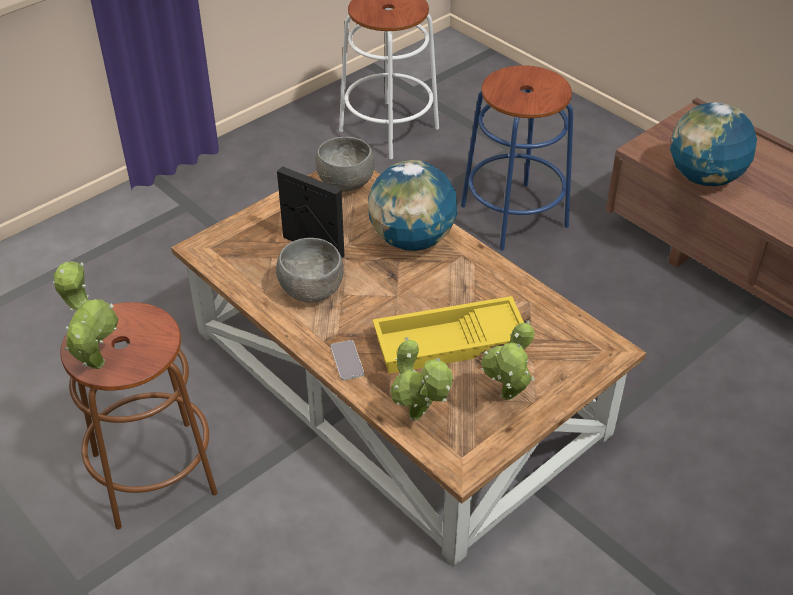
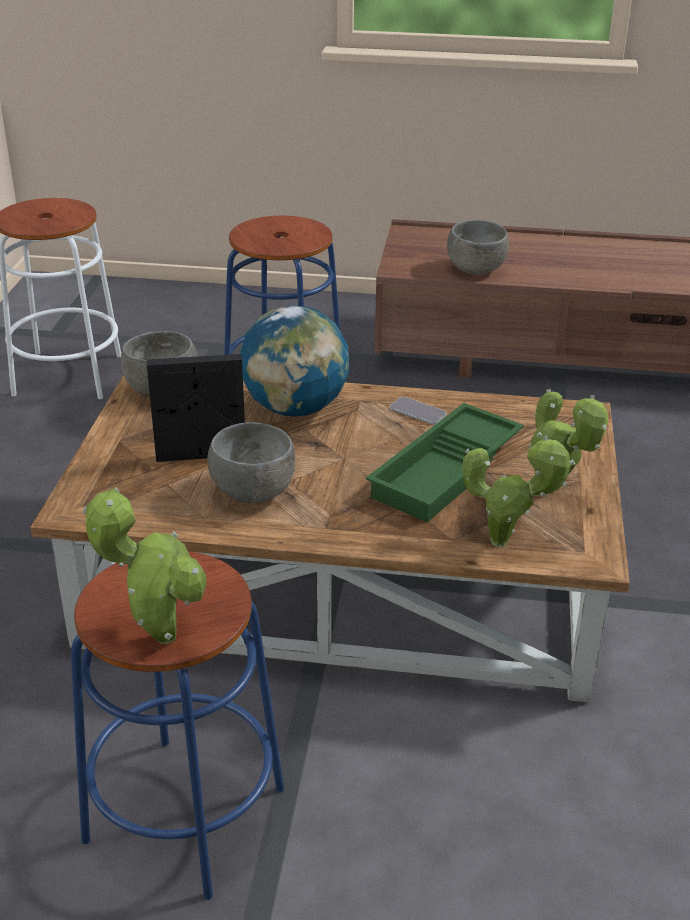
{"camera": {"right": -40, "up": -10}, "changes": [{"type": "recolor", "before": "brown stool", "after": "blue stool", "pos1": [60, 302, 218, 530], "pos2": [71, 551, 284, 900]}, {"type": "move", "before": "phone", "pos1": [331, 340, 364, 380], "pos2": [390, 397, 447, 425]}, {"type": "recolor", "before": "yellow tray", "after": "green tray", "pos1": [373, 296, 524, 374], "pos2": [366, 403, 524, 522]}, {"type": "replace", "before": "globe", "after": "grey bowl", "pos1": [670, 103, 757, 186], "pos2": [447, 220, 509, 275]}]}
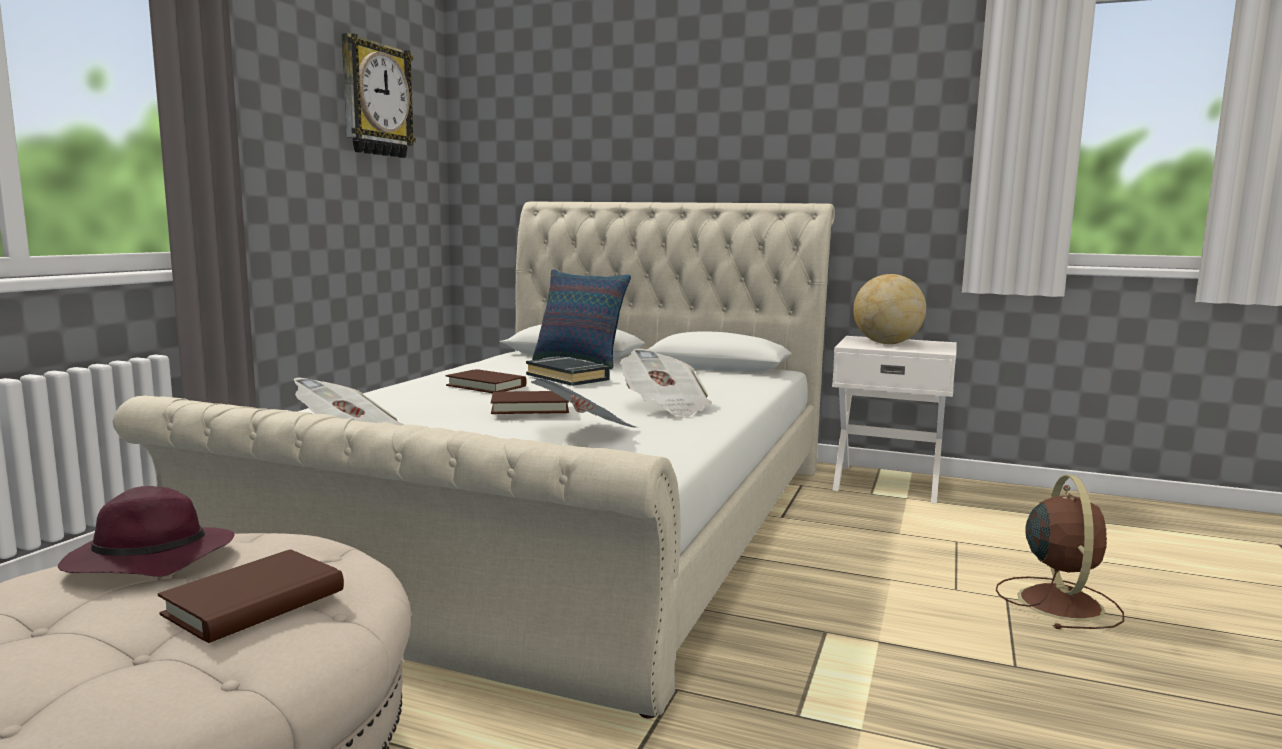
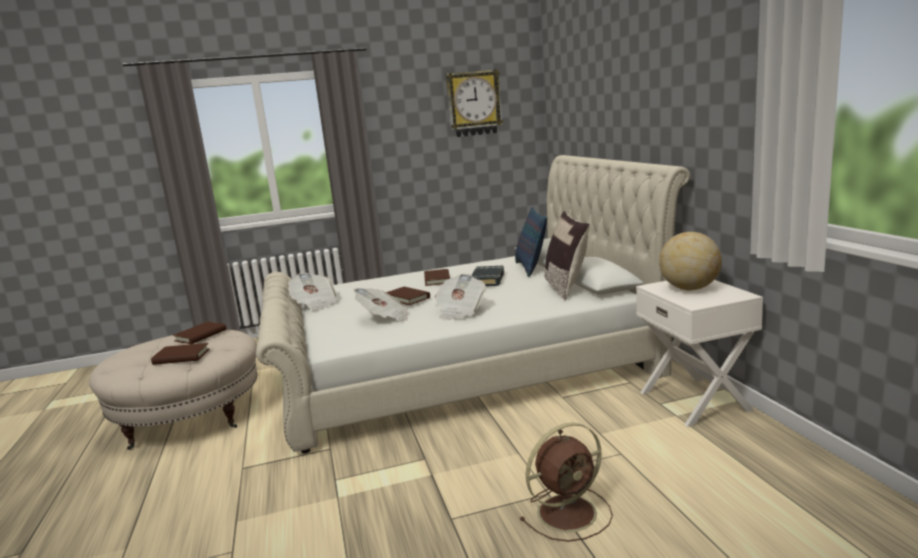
{"camera": {"right": 55, "up": 5}, "changes": [{"type": "replace", "before": "purple hat", "after": "brown book", "pos1": [58, 486, 235, 577], "pos2": [173, 322, 226, 344]}, {"type": "insert", "after": "pillow", "pos2": [544, 211, 590, 301]}]}
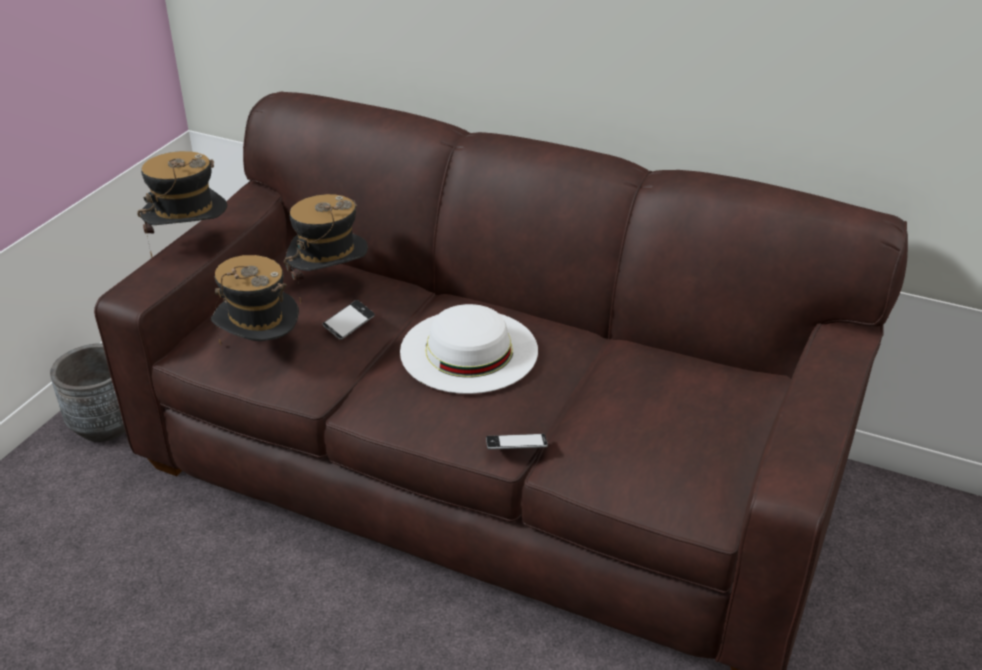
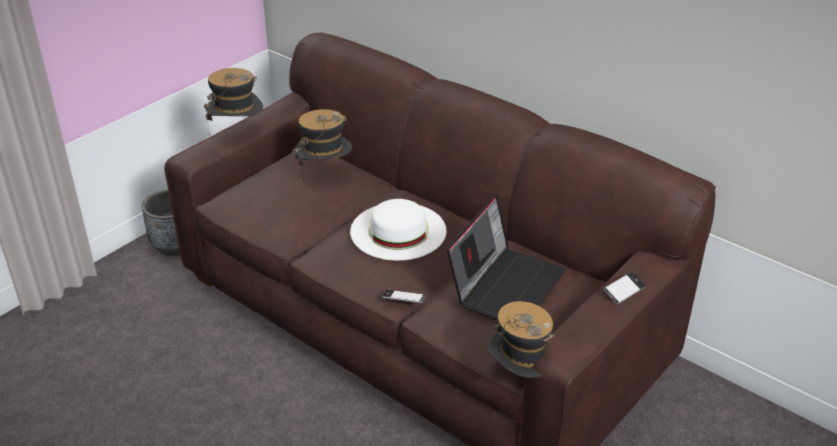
{"camera": {"right": 15, "up": 0}, "changes": [{"type": "move", "before": "hat", "pos1": [211, 255, 299, 345], "pos2": [487, 301, 555, 378]}, {"type": "move", "before": "phone", "pos1": [322, 300, 375, 340], "pos2": [604, 271, 646, 304]}, {"type": "insert", "after": "laptop", "pos2": [447, 194, 566, 320]}]}
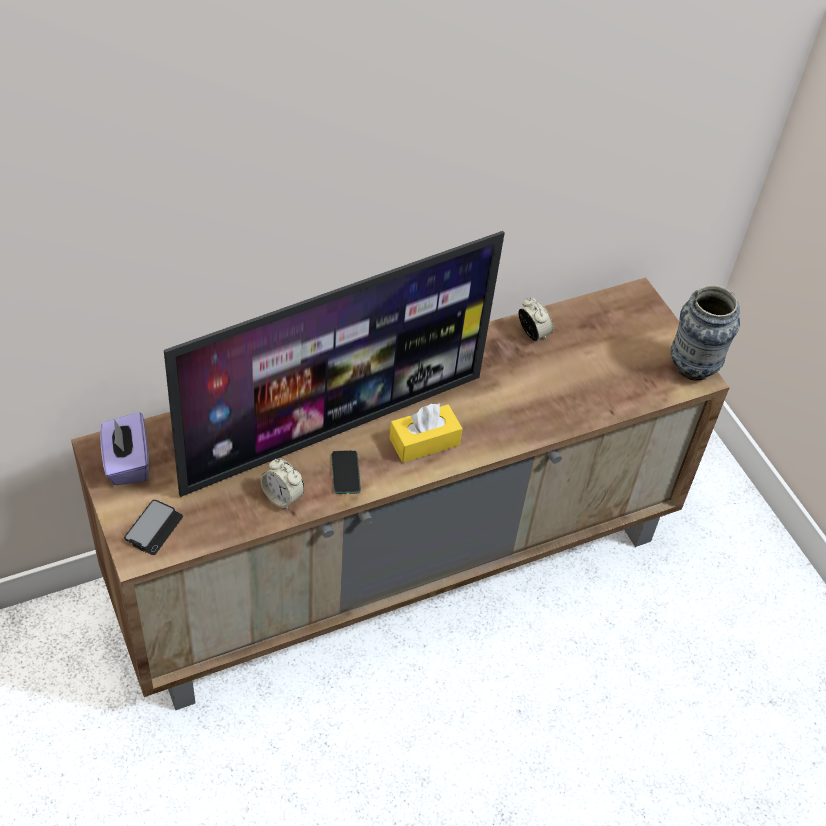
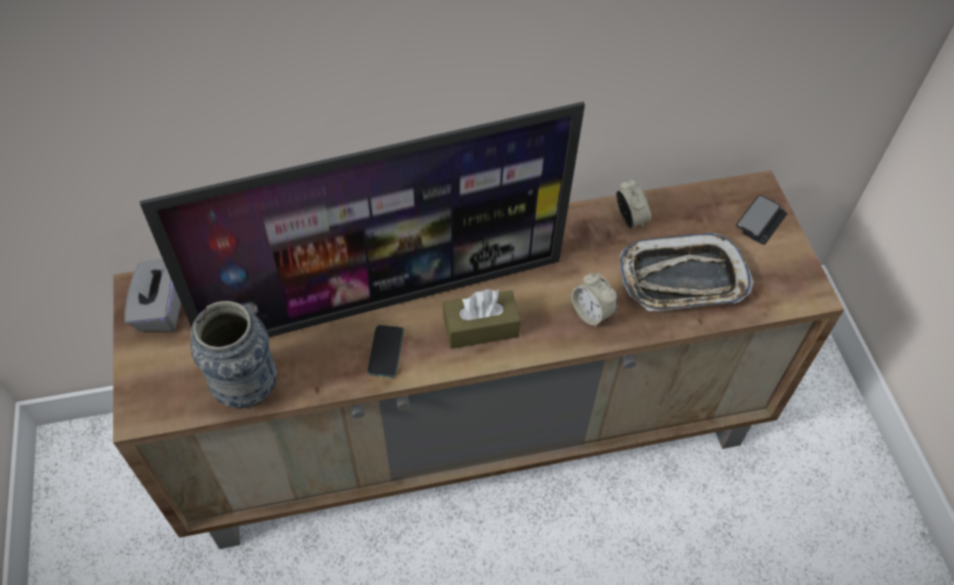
{"camera": {"right": 15, "up": 5}, "changes": [{"type": "recolor", "before": "purple tissue box", "after": "grey tissue box", "pos1": [100, 412, 149, 485], "pos2": [124, 259, 181, 332]}, {"type": "move", "before": "phone", "pos1": [124, 500, 183, 555], "pos2": [736, 195, 787, 245]}, {"type": "move", "before": "alarm clock", "pos1": [261, 458, 304, 510], "pos2": [571, 273, 617, 327]}, {"type": "recolor", "before": "yellow tissue box", "after": "brown tissue box", "pos1": [389, 403, 462, 463], "pos2": [443, 289, 521, 349]}, {"type": "move", "before": "vase", "pos1": [671, 285, 740, 380], "pos2": [191, 301, 277, 408]}, {"type": "insert", "after": "tray", "pos2": [620, 233, 754, 311]}]}
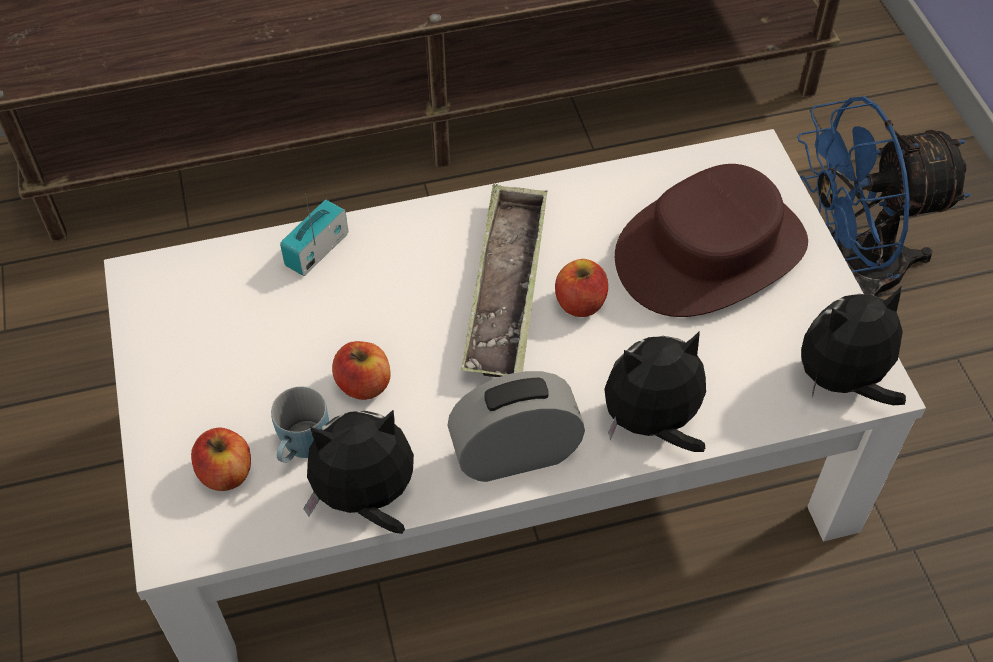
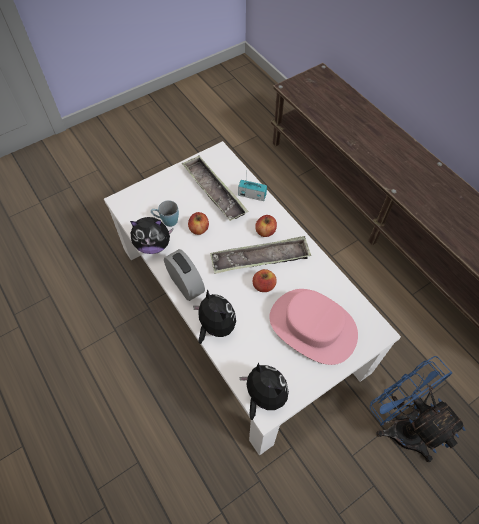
{"camera": {"right": 70, "up": 5}, "changes": [{"type": "move", "before": "apple", "pos1": [191, 427, 251, 491], "pos2": [255, 215, 277, 237]}, {"type": "rotate", "before": "plush toy", "pos1": [303, 410, 414, 534], "pos2": [130, 217, 173, 254], "turn": 120}, {"type": "recolor", "before": "brown hat", "after": "pink hat", "pos1": [615, 164, 808, 317], "pos2": [269, 289, 358, 365]}, {"type": "insert", "after": "tray", "pos2": [182, 156, 248, 221]}]}
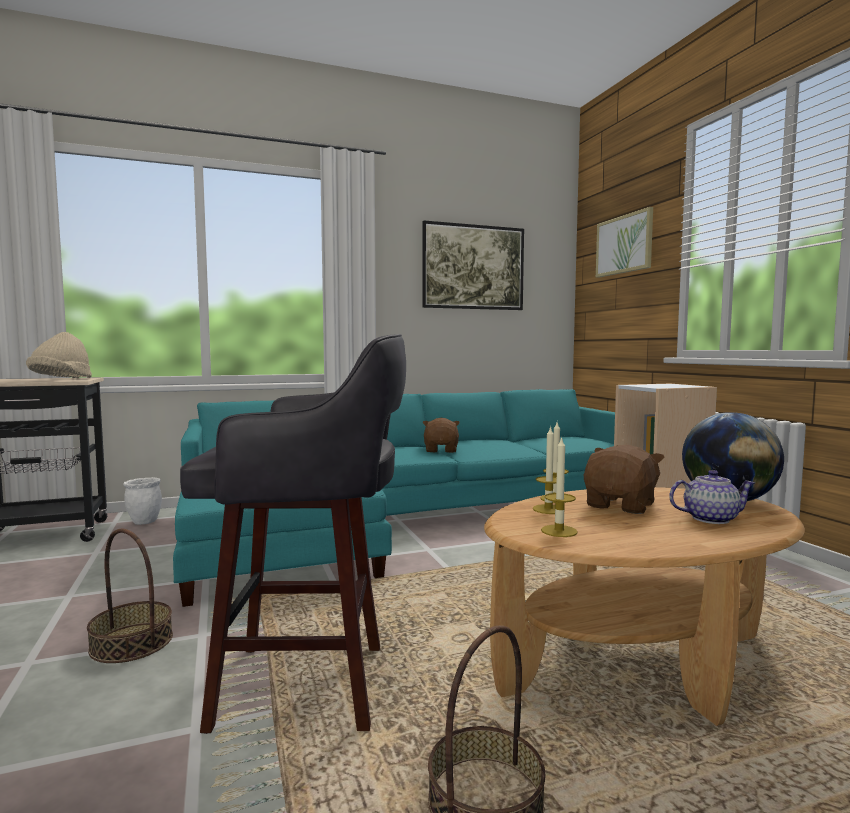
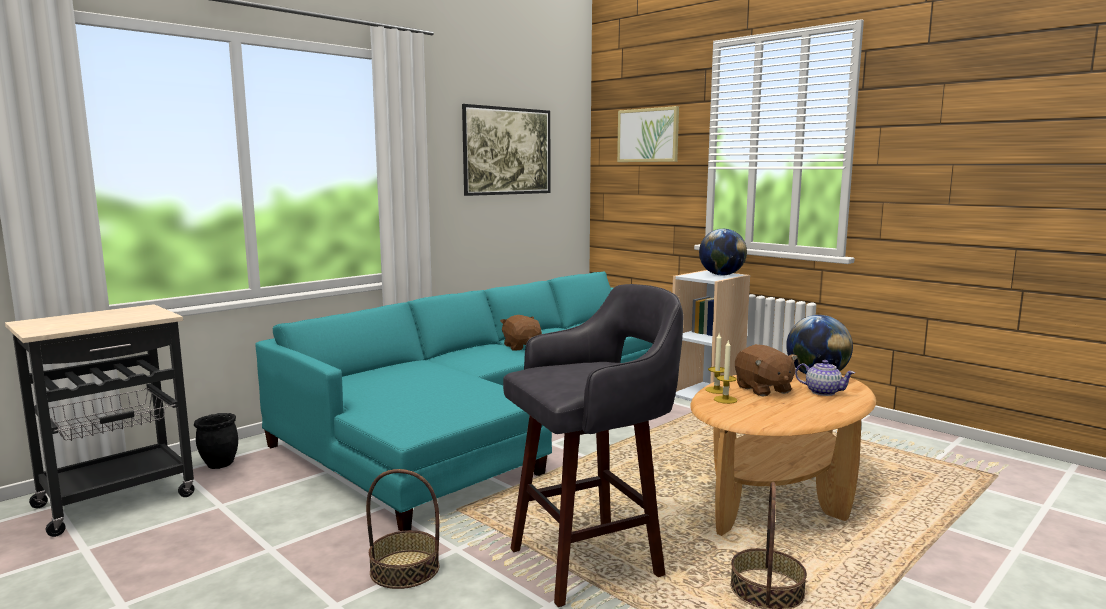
{"camera": {"right": -25, "up": 5}, "changes": [{"type": "delete", "before": "beige hat", "pos1": [26, 332, 92, 378]}, {"type": "recolor", "before": "white planter", "after": "black planter", "pos1": [123, 477, 162, 525], "pos2": [194, 413, 238, 469]}, {"type": "delete", "before": "candle", "pos1": [541, 436, 578, 537]}, {"type": "rotate", "before": "brown plush toy", "pos1": [584, 445, 665, 514], "pos2": [735, 344, 798, 396], "turn": 150}, {"type": "rotate", "before": "teapot", "pos1": [669, 470, 755, 524], "pos2": [795, 360, 855, 396], "turn": 60}, {"type": "insert", "after": "globe", "pos2": [699, 229, 747, 276]}]}
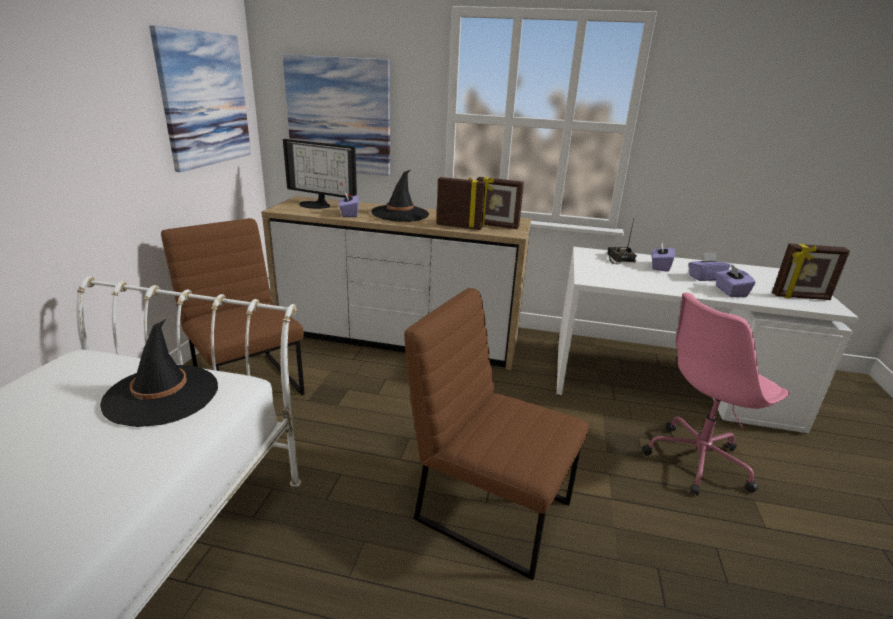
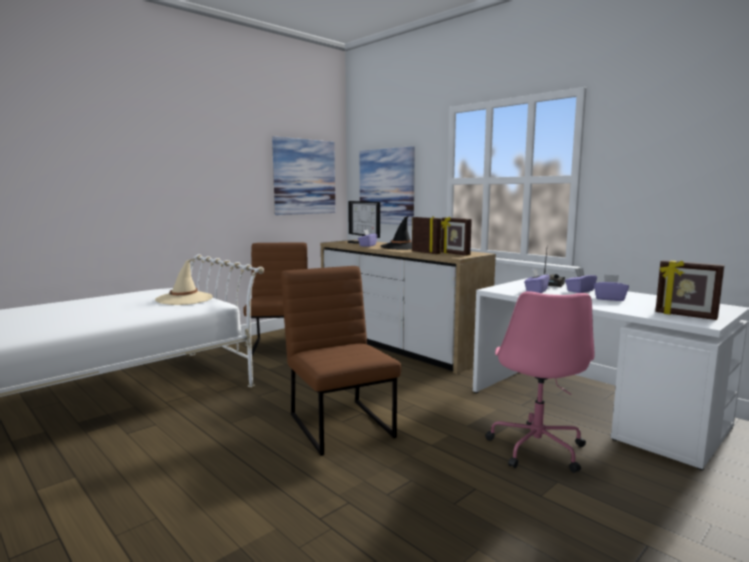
{"camera": {"right": 35, "up": -15}, "changes": [{"type": "recolor", "before": "black hat", "after": "beige hat", "pos1": [100, 319, 218, 427], "pos2": [155, 259, 213, 305]}, {"type": "rotate", "before": "pink office chair", "pos1": [642, 293, 790, 496], "pos2": [485, 291, 595, 473], "turn": -90}, {"type": "move", "before": "purple tissue box", "pos1": [715, 264, 756, 297], "pos2": [524, 268, 550, 293]}]}
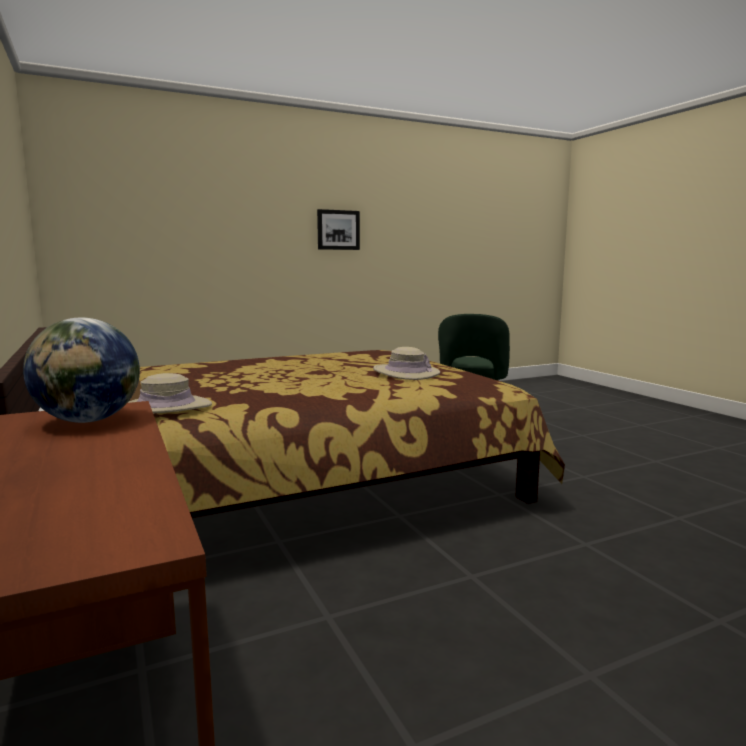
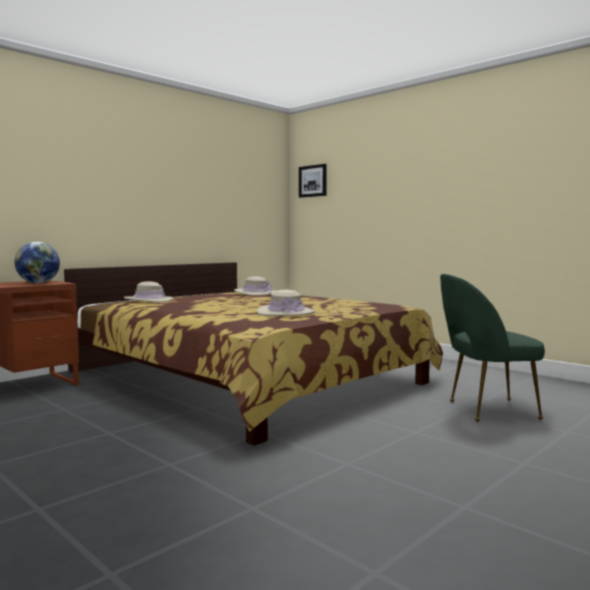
{"camera": {"right": 70, "up": -5}, "changes": [{"type": "move", "before": "picture", "pos1": [317, 209, 360, 250], "pos2": [299, 164, 327, 198]}, {"type": "insert", "after": "beige hat", "pos2": [234, 276, 275, 296]}]}
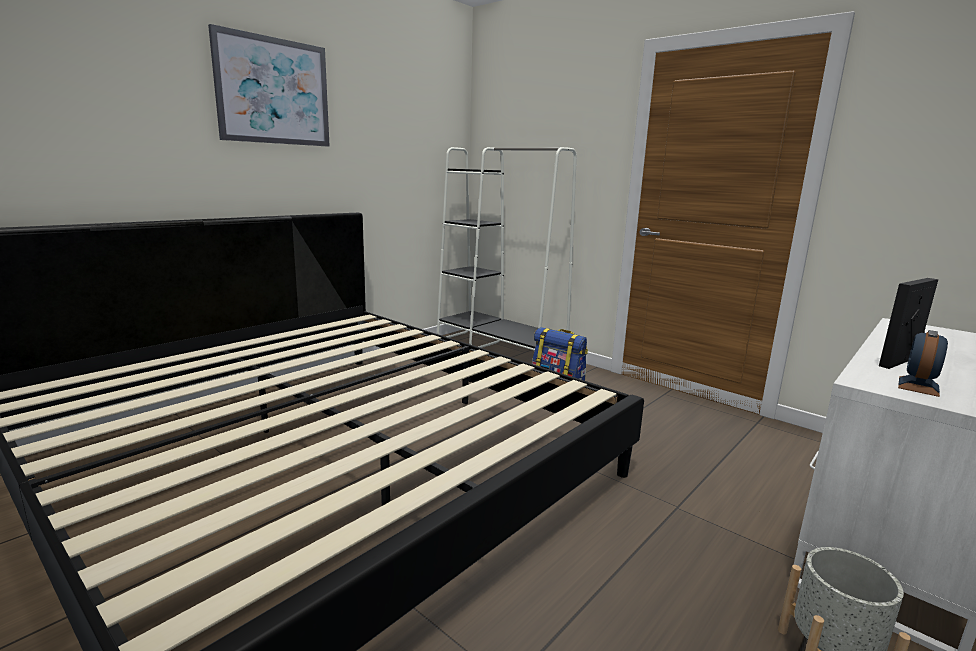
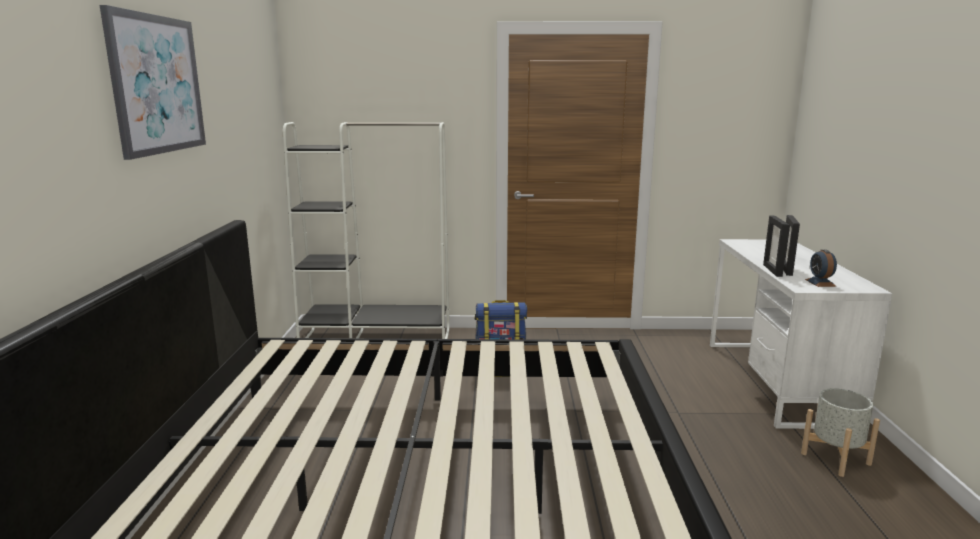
{"camera": {"right": -40, "up": 0}, "changes": [{"type": "insert", "after": "picture frame", "pos2": [763, 216, 789, 277]}]}
